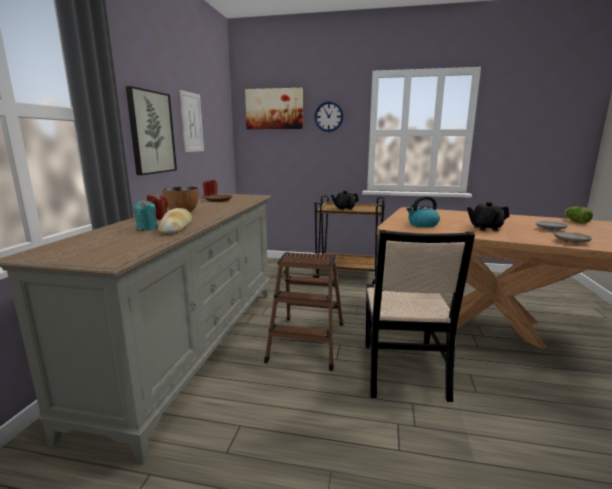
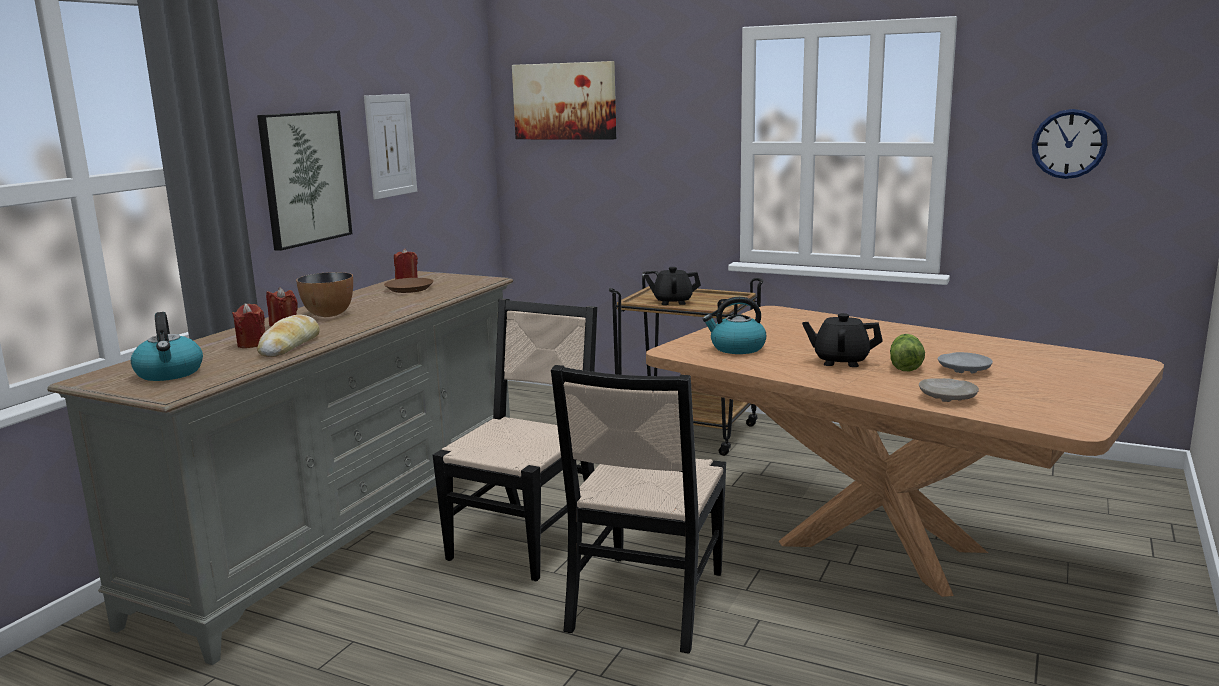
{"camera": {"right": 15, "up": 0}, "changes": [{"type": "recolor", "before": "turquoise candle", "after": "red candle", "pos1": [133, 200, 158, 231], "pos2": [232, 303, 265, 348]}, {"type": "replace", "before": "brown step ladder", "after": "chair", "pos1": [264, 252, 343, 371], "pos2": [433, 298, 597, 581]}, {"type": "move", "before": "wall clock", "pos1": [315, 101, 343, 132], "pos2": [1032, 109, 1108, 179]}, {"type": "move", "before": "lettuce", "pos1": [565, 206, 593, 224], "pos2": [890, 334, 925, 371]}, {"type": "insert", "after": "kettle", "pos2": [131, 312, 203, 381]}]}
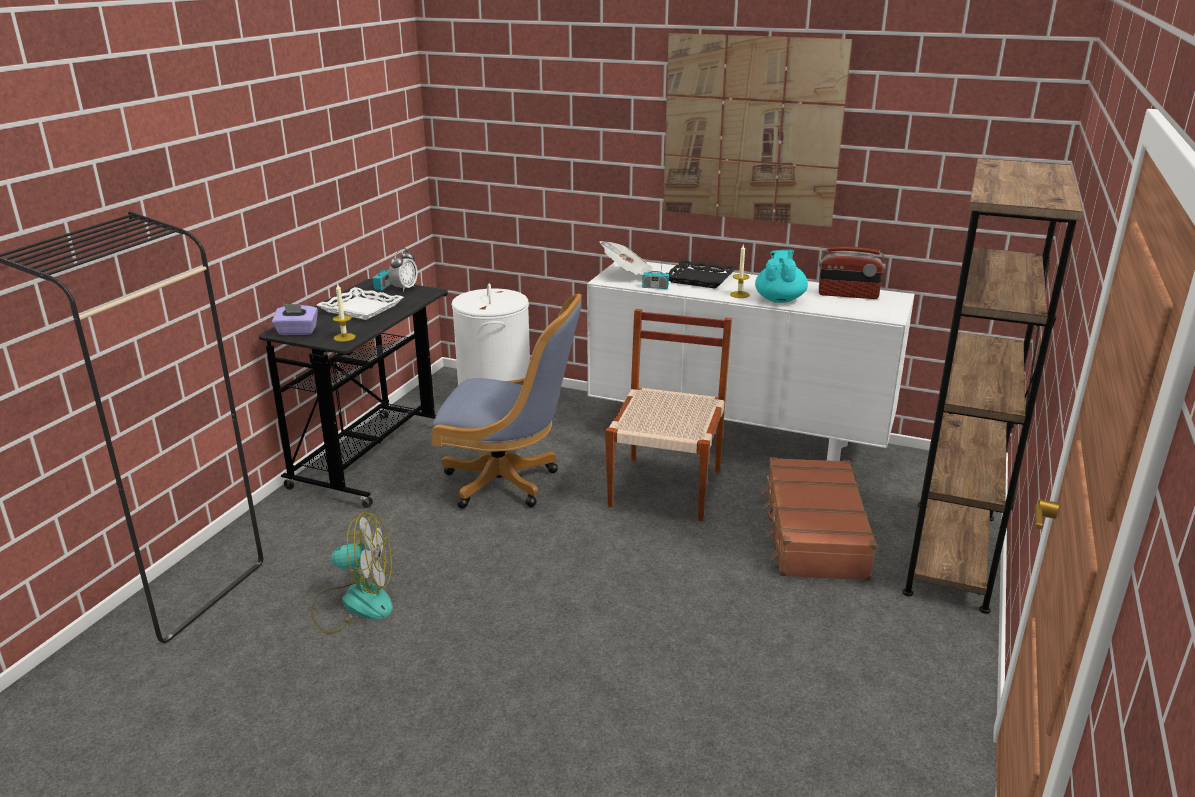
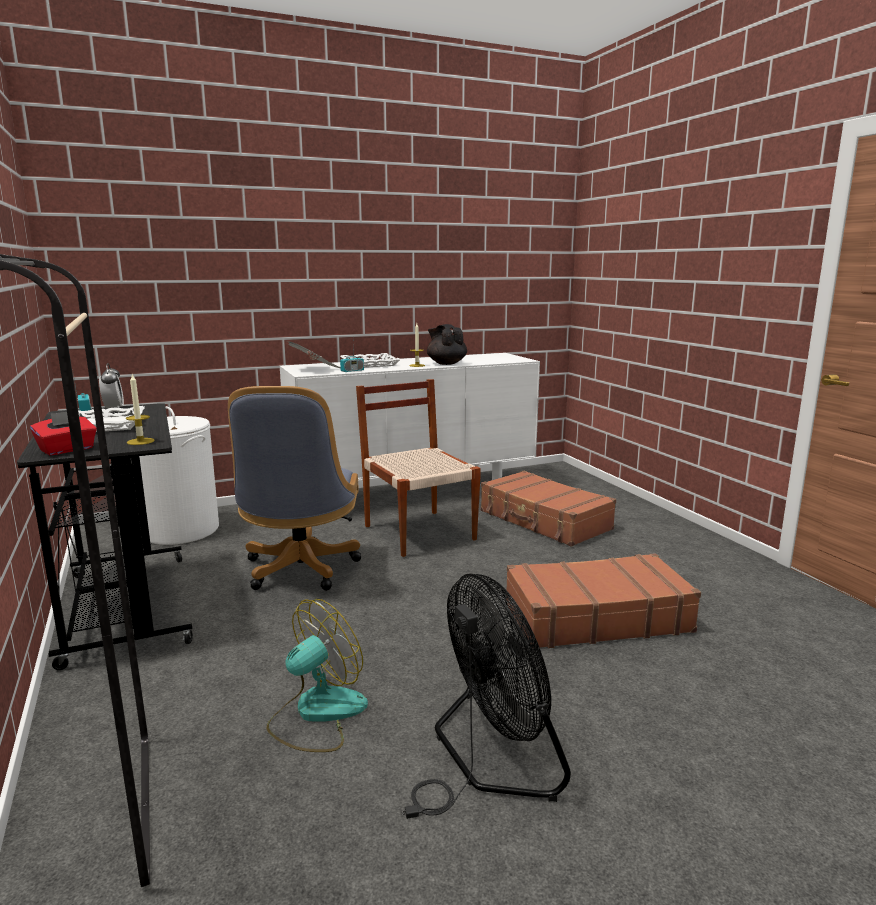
{"camera": {"right": -45, "up": -10}, "changes": [{"type": "recolor", "before": "purple tissue box", "after": "red tissue box", "pos1": [272, 304, 318, 335], "pos2": [30, 412, 97, 455]}, {"type": "rotate", "before": "blue office chair", "pos1": [431, 294, 582, 509], "pos2": [228, 386, 361, 591], "turn": 120}, {"type": "delete", "before": "picture", "pos1": [663, 33, 852, 227]}, {"type": "recolor", "before": "black tray", "after": "white tray", "pos1": [668, 260, 737, 289], "pos2": [340, 353, 401, 368]}, {"type": "recolor", "before": "turquoise teapot", "after": "black teapot", "pos1": [755, 250, 808, 303], "pos2": [427, 324, 467, 365]}, {"type": "delete", "before": "radio", "pos1": [819, 247, 886, 299]}, {"type": "delete", "before": "brown bookcase", "pos1": [902, 158, 1083, 614]}, {"type": "insert", "after": "black fan", "pos2": [401, 573, 571, 819]}, {"type": "insert", "after": "brown suitcase", "pos2": [507, 553, 701, 649]}]}
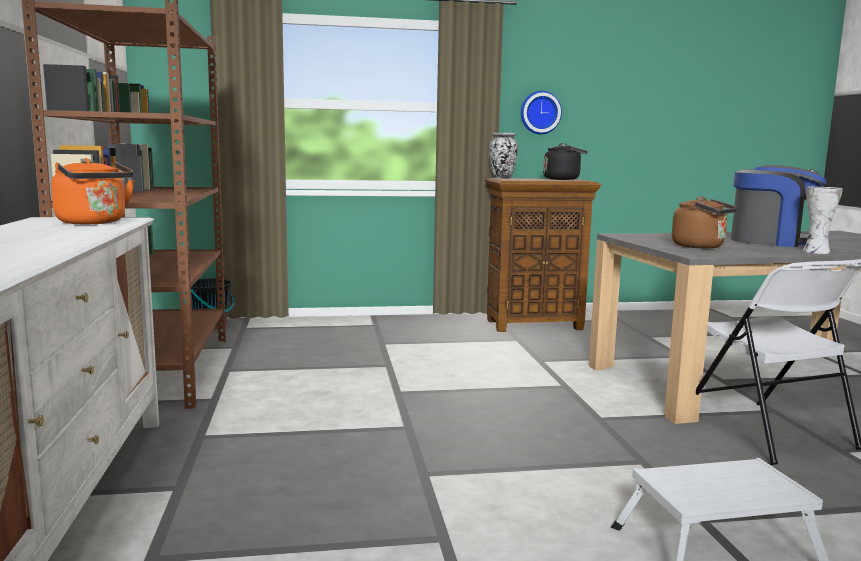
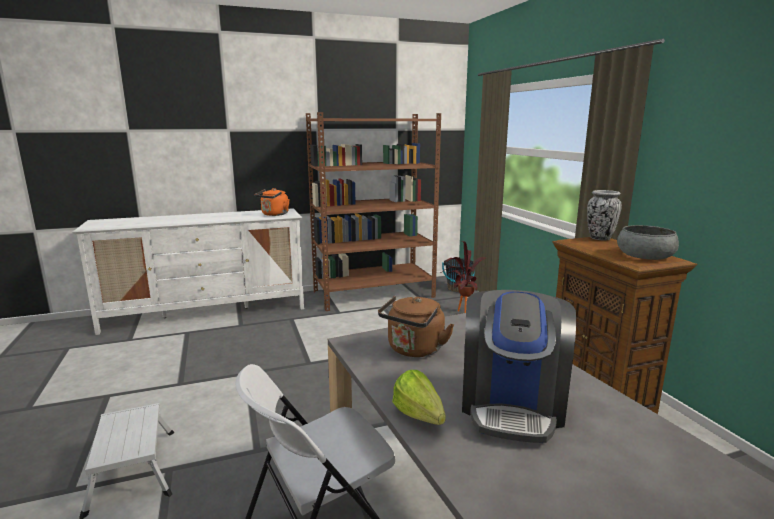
{"camera": {"right": 80, "up": 5}, "changes": [{"type": "delete", "before": "wall clock", "pos1": [521, 91, 562, 135]}, {"type": "replace", "before": "black kettle", "after": "grey bowl", "pos1": [543, 143, 588, 180], "pos2": [617, 225, 679, 260]}, {"type": "replace", "before": "vase", "after": "lettuce", "pos1": [803, 187, 843, 254], "pos2": [392, 370, 446, 425]}, {"type": "insert", "after": "potted plant", "pos2": [442, 241, 486, 313]}]}
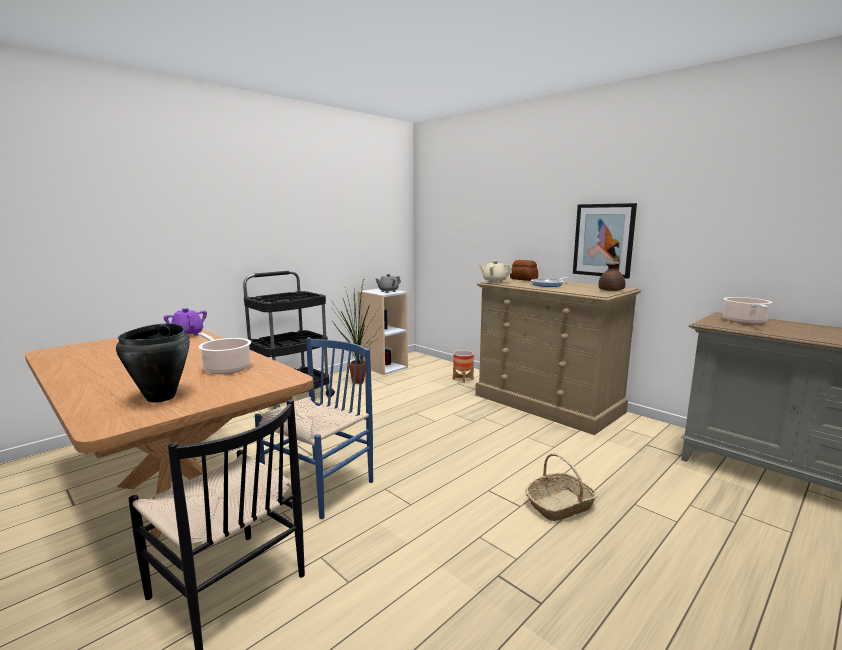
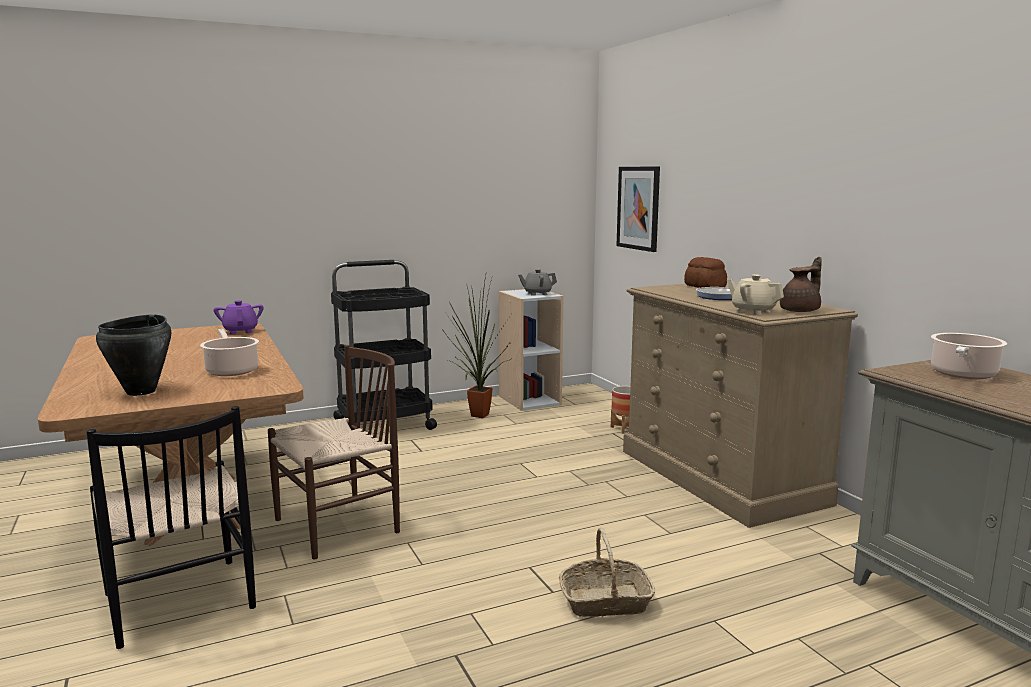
{"camera": {"right": 20, "up": 0}, "changes": [{"type": "recolor", "before": "blue chair", "after": "brown chair", "pos1": [255, 338, 373, 519], "pos2": [268, 345, 400, 560]}, {"type": "move", "before": "beige teapot", "pos1": [479, 261, 512, 283], "pos2": [727, 274, 784, 315]}, {"type": "move", "before": "picture", "pos1": [573, 203, 637, 279], "pos2": [616, 166, 660, 252]}]}
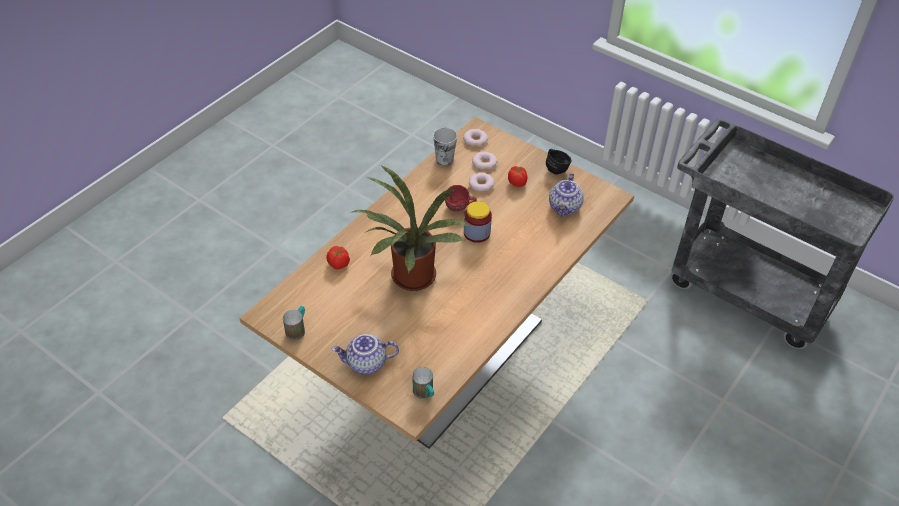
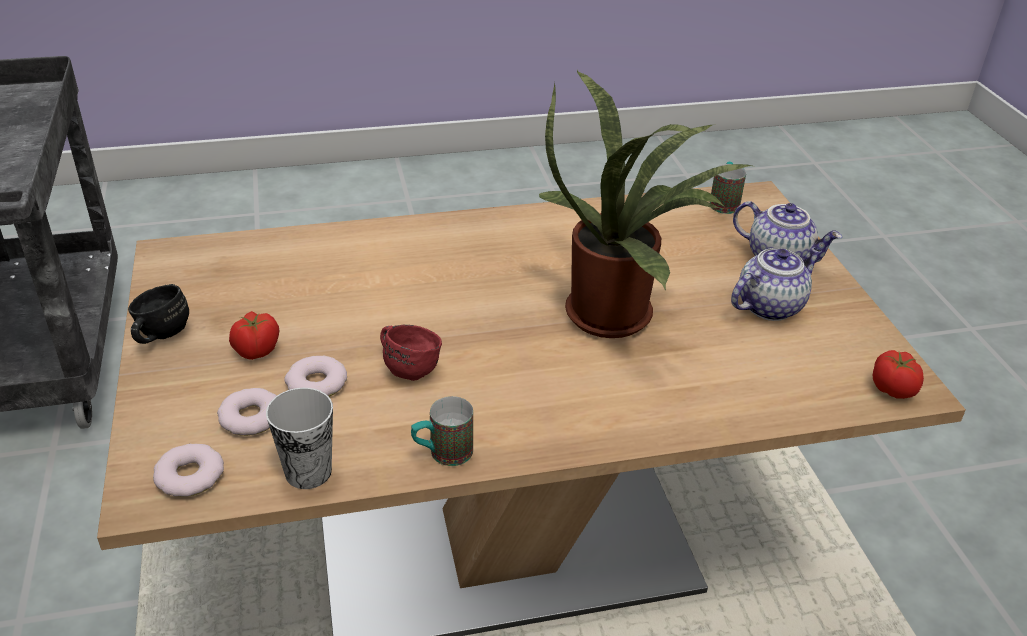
{"camera": {"right": -140, "up": -10}, "changes": [{"type": "move", "before": "mug", "pos1": [283, 306, 305, 340], "pos2": [411, 396, 473, 466]}, {"type": "move", "before": "tomato", "pos1": [326, 246, 350, 270], "pos2": [872, 350, 924, 399]}, {"type": "delete", "before": "jar", "pos1": [464, 201, 492, 243]}, {"type": "move", "before": "teapot", "pos1": [549, 173, 584, 216], "pos2": [731, 247, 822, 321]}]}
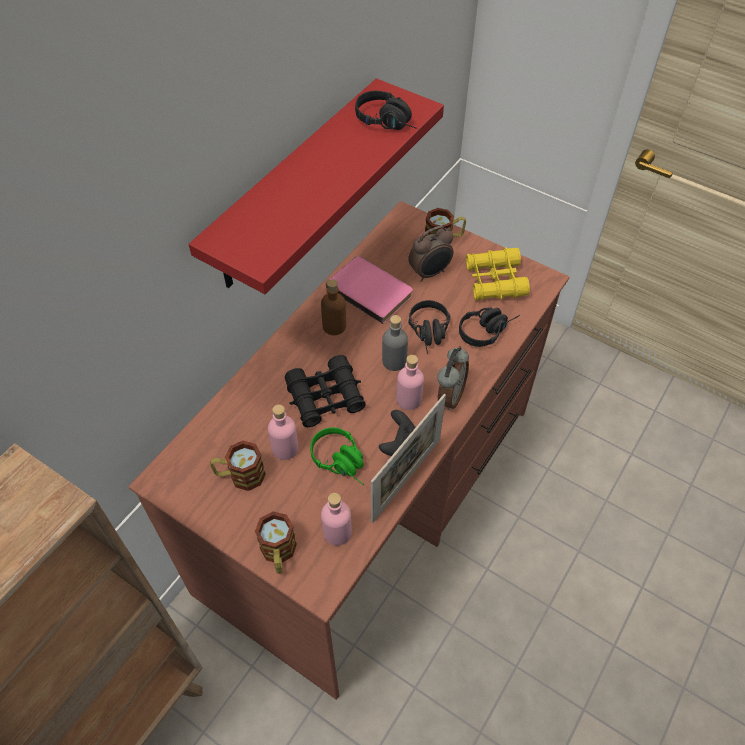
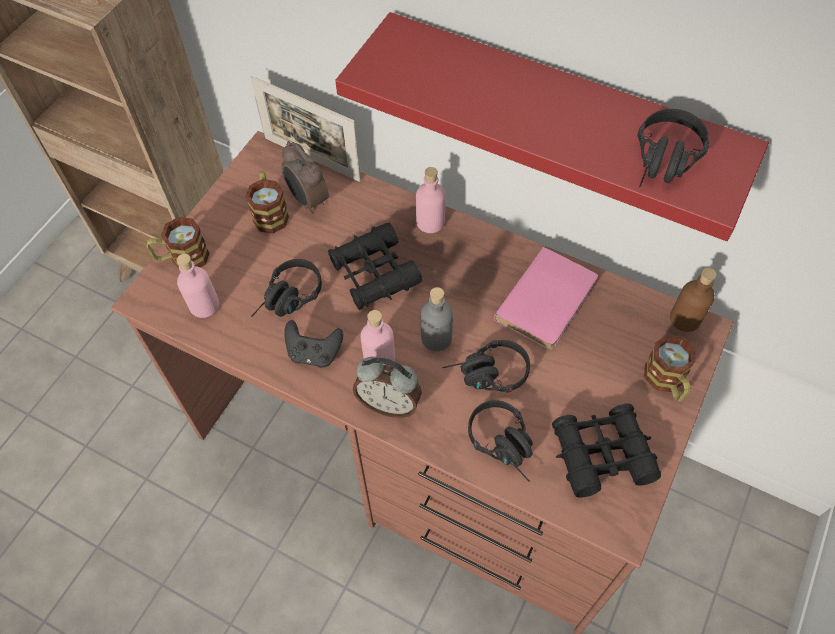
{"camera": {"right": 85, "up": 5}, "changes": [{"type": "move", "before": "pink bottle", "pos1": [268, 405, 299, 460], "pos2": [416, 167, 446, 233]}, {"type": "recolor", "before": "green headphones", "after": "black headphones", "pos1": [310, 427, 364, 485], "pos2": [251, 259, 322, 317]}, {"type": "move", "before": "brown bottle", "pos1": [321, 279, 346, 335], "pos2": [670, 268, 716, 332]}, {"type": "move", "before": "picture frame", "pos1": [371, 394, 446, 523], "pos2": [250, 76, 361, 182]}, {"type": "move", "before": "alarm clock", "pos1": [408, 226, 454, 282], "pos2": [282, 141, 329, 214]}, {"type": "recolor", "before": "yellow binoculars", "after": "black binoculars", "pos1": [466, 247, 530, 301], "pos2": [552, 404, 661, 498]}]}
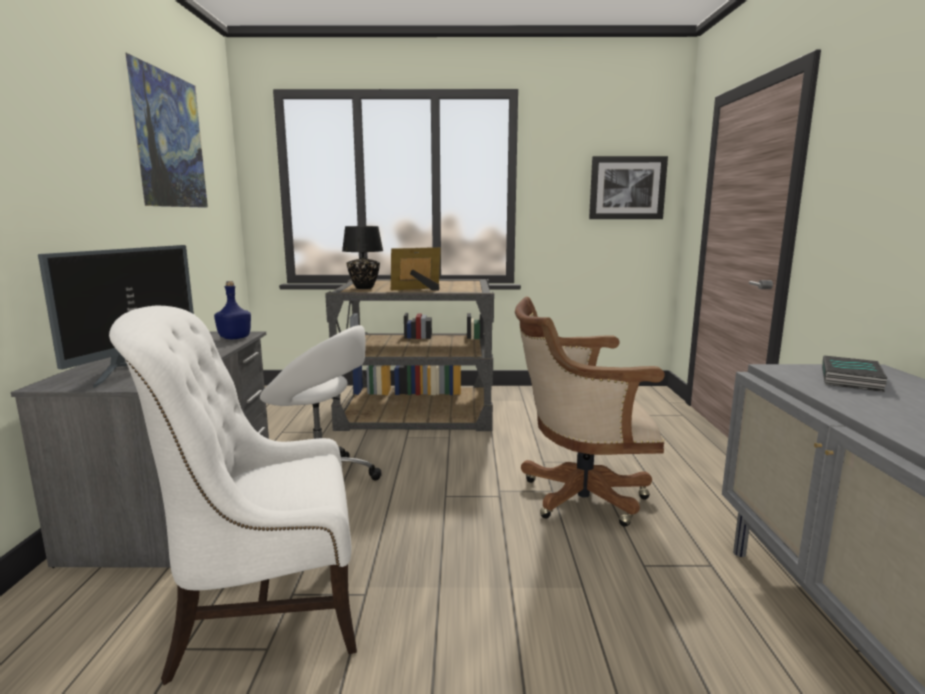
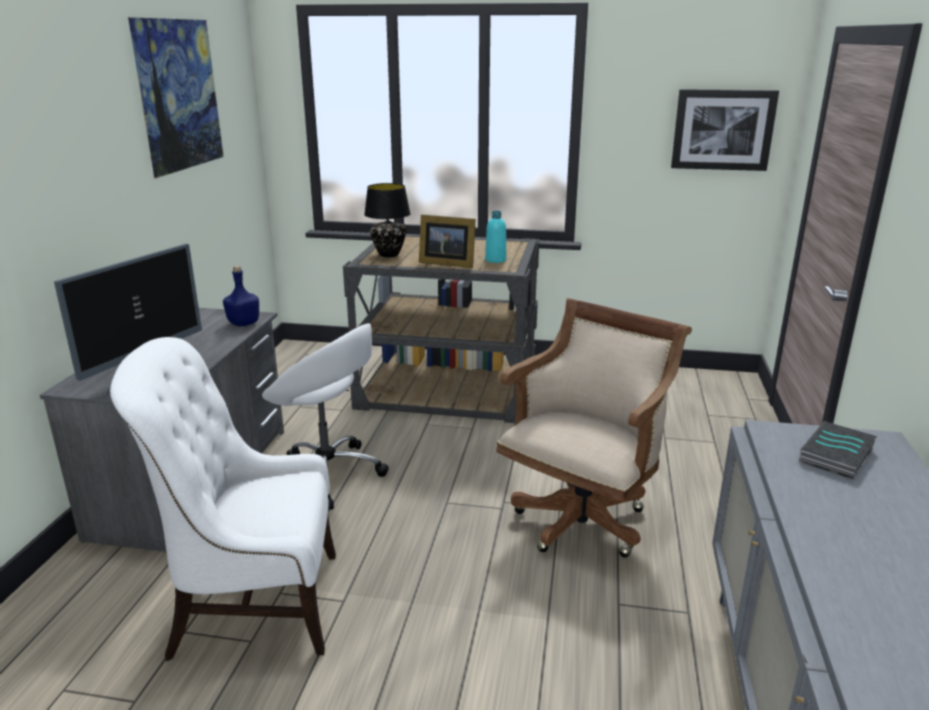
{"camera": {"right": 10, "up": 10}, "changes": [{"type": "rotate", "before": "picture frame", "pos1": [391, 247, 441, 291], "pos2": [419, 215, 476, 268], "turn": -150}, {"type": "rotate", "before": "office chair", "pos1": [515, 297, 665, 527], "pos2": [496, 298, 692, 557], "turn": 120}, {"type": "insert", "after": "turquoise bottle", "pos2": [485, 211, 506, 263]}]}
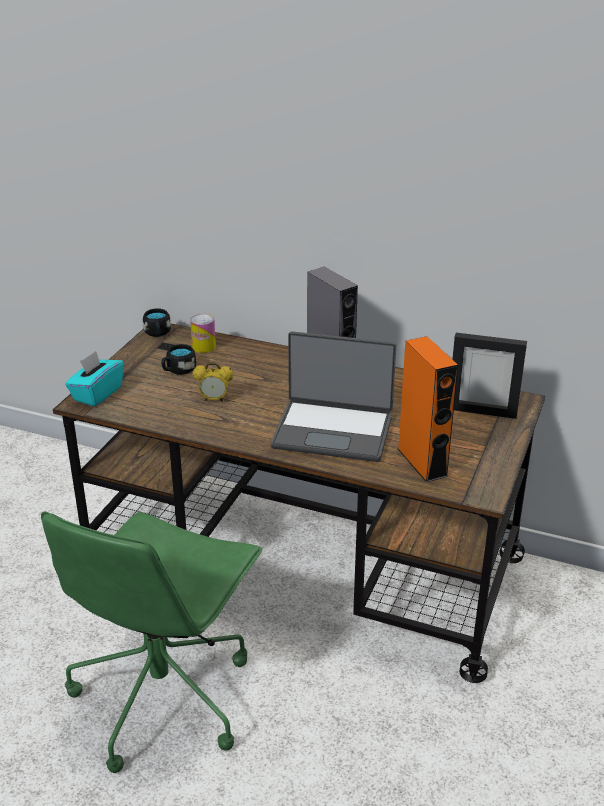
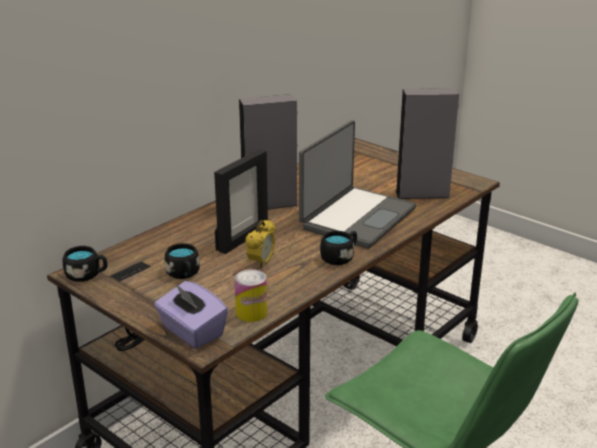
{"camera": {"right": -70, "up": -5}, "changes": [{"type": "recolor", "before": "turquoise tissue box", "after": "purple tissue box", "pos1": [65, 351, 124, 407], "pos2": [154, 281, 228, 349]}, {"type": "move", "before": "can", "pos1": [190, 314, 216, 353], "pos2": [235, 269, 267, 322]}, {"type": "recolor", "before": "orange speaker", "after": "grey speaker", "pos1": [398, 336, 458, 482], "pos2": [395, 88, 459, 199]}, {"type": "move", "before": "picture frame", "pos1": [453, 333, 527, 419], "pos2": [214, 149, 268, 254]}, {"type": "insert", "after": "black mug", "pos2": [320, 231, 357, 265]}]}
